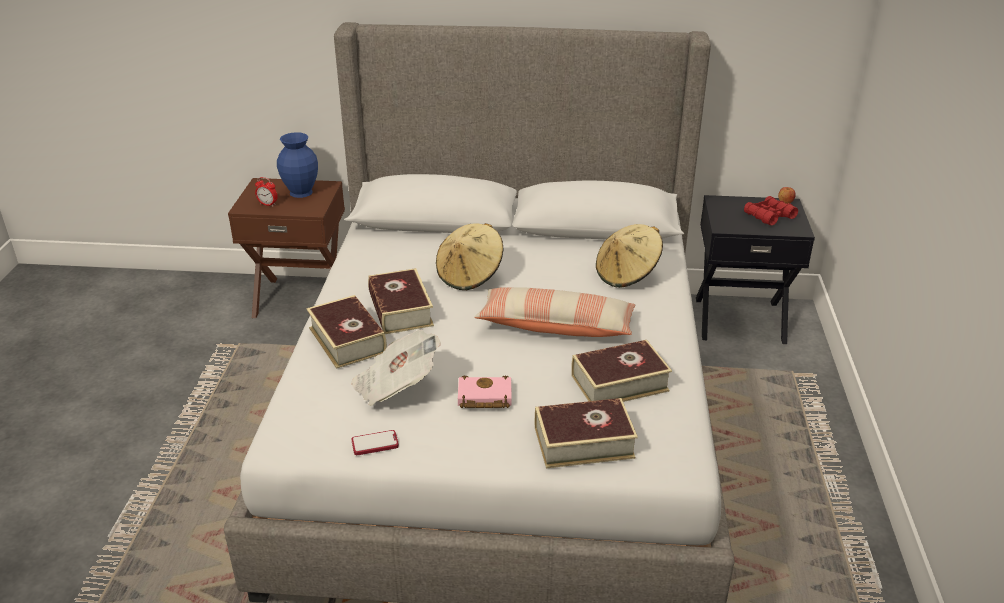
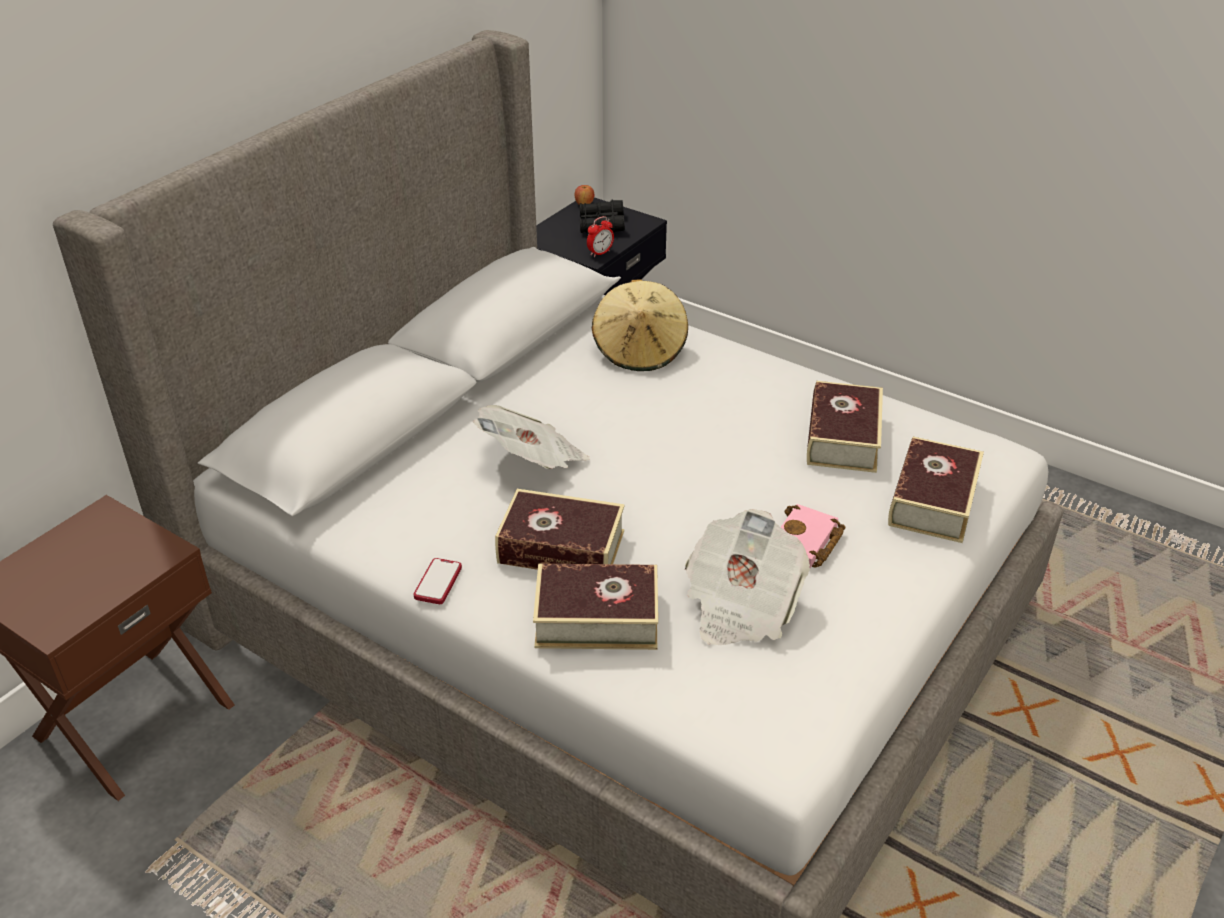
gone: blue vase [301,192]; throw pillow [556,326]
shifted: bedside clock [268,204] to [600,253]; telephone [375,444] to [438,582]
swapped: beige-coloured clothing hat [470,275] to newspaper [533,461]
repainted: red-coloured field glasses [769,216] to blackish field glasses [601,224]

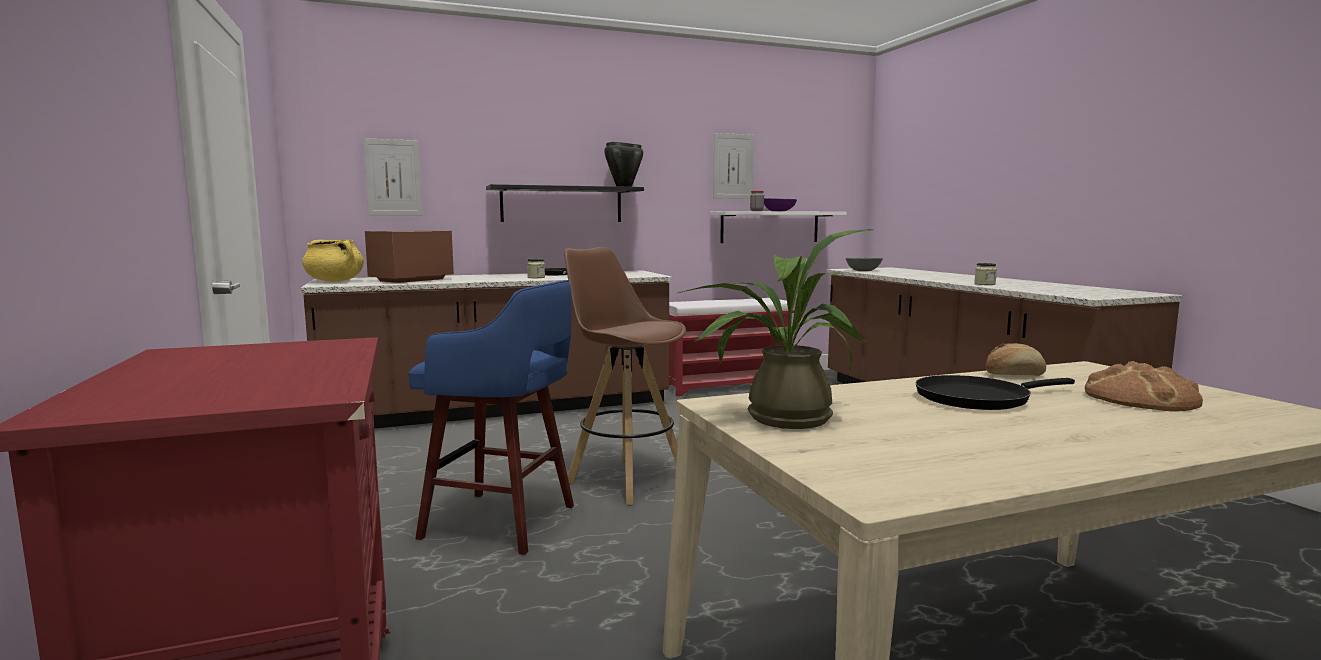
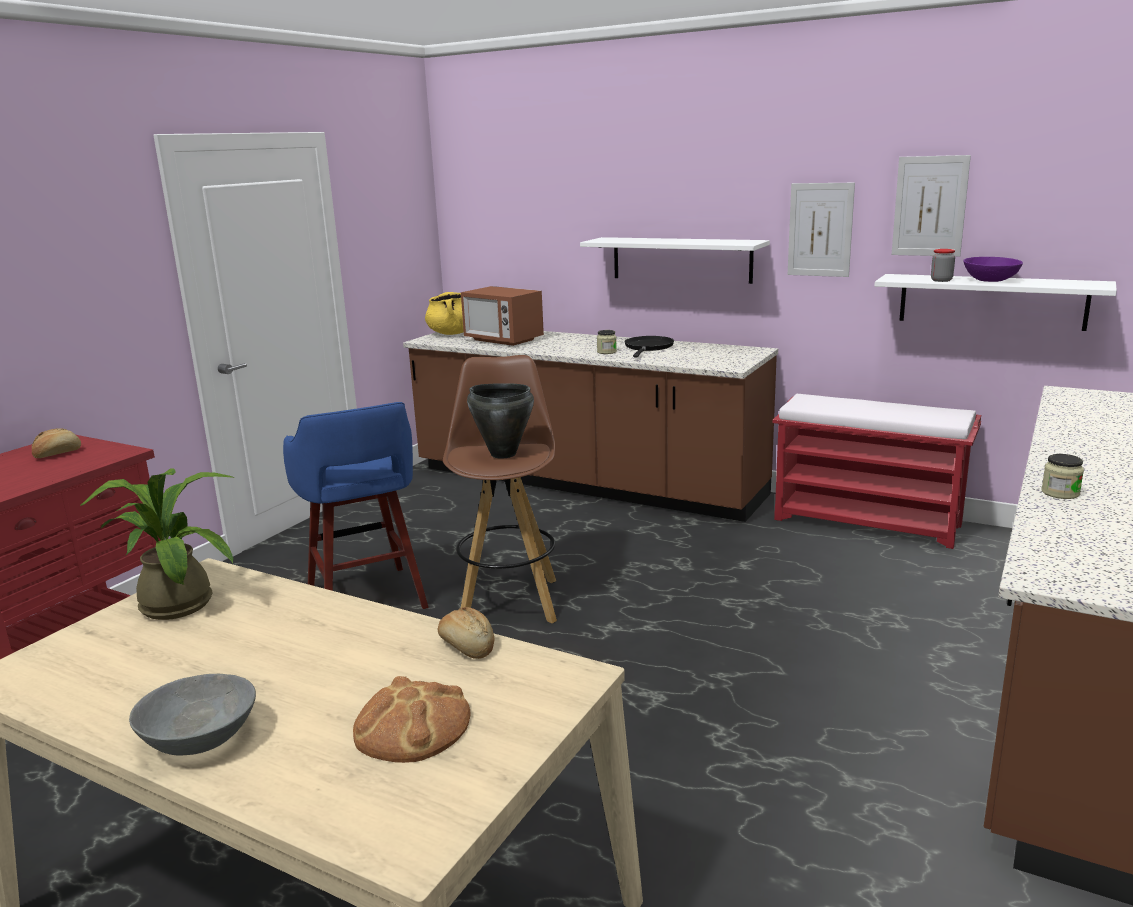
gone: blackish pan [977,398]
new: baked bread [57,454]
shifted: wall picture [393,177] to [820,230]; blackish saucepot [623,187] to [503,454]; grey deep dish [863,271] to [199,740]
repainted: blackish shelf [562,204] to white shelf [681,259]
rotated: microwave [411,280] = [503,340] 135 degrees counterclockwise

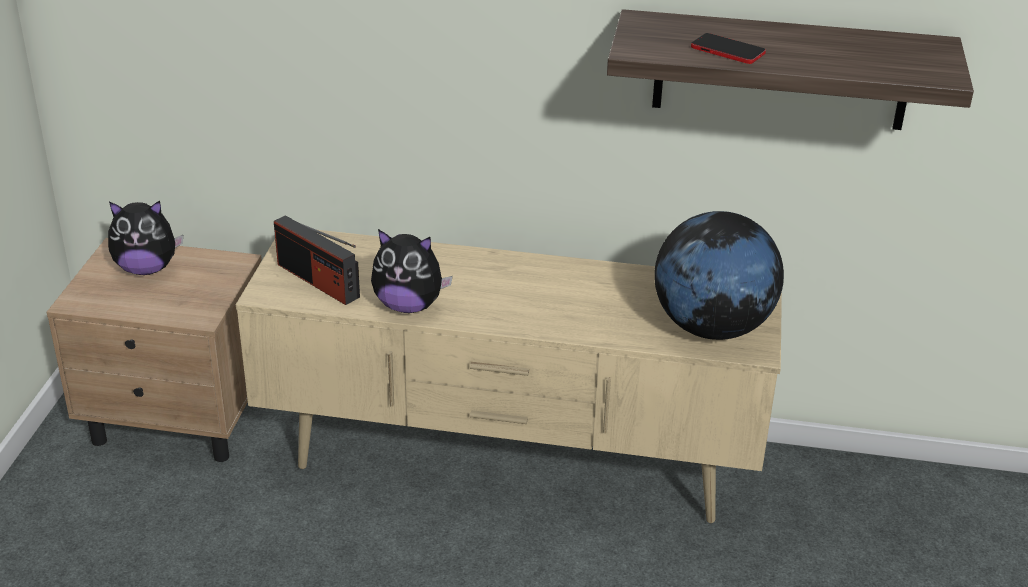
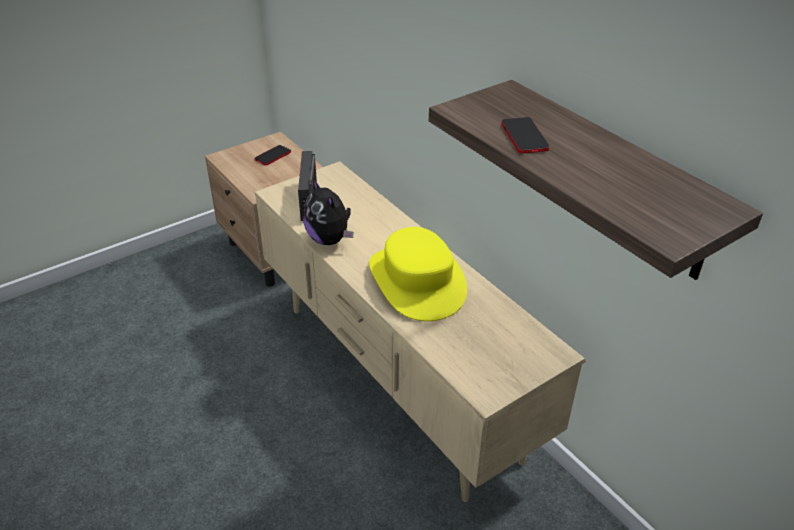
gone: world globe [711,327]
new: yellowish clothing hat [417,281]
swapped: plush toy [147,269] to telephone [273,156]

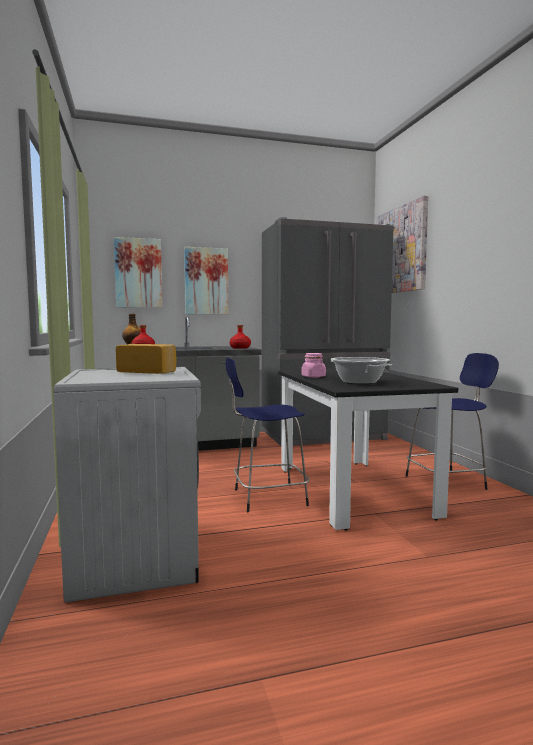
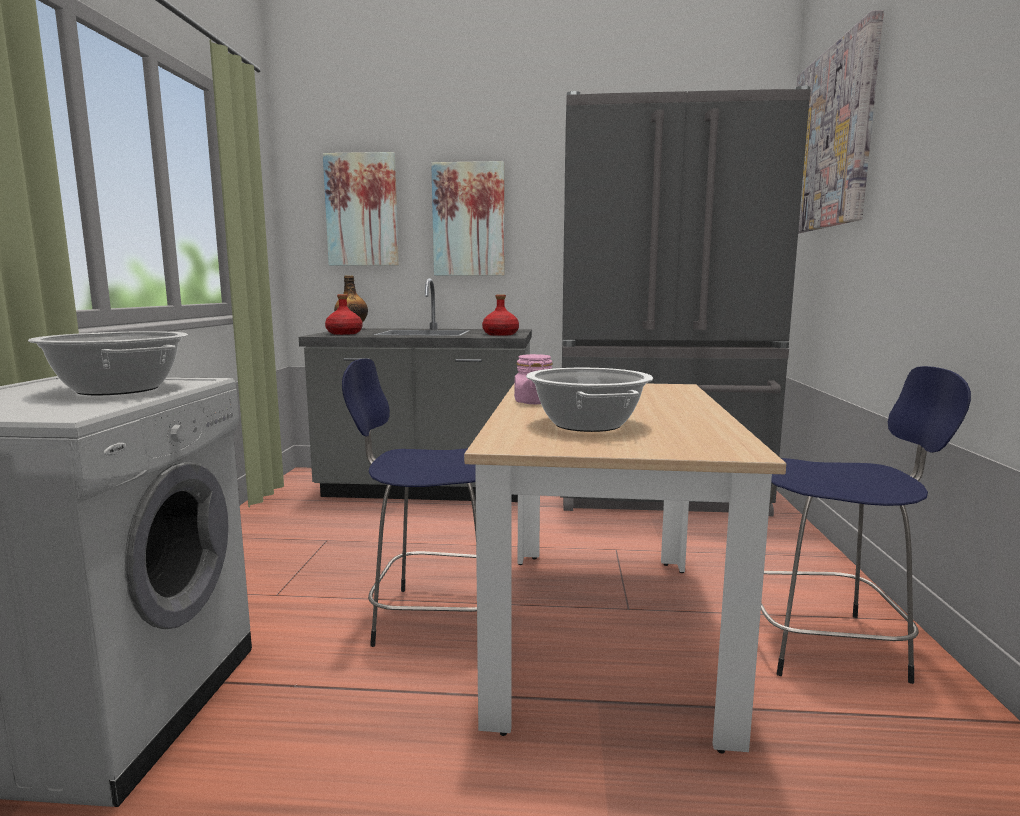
swapped: baked bread [148,371] to saucepot [119,389]
repainted: blackish dinner table [352,490] to beige-coloured dinner table [603,629]

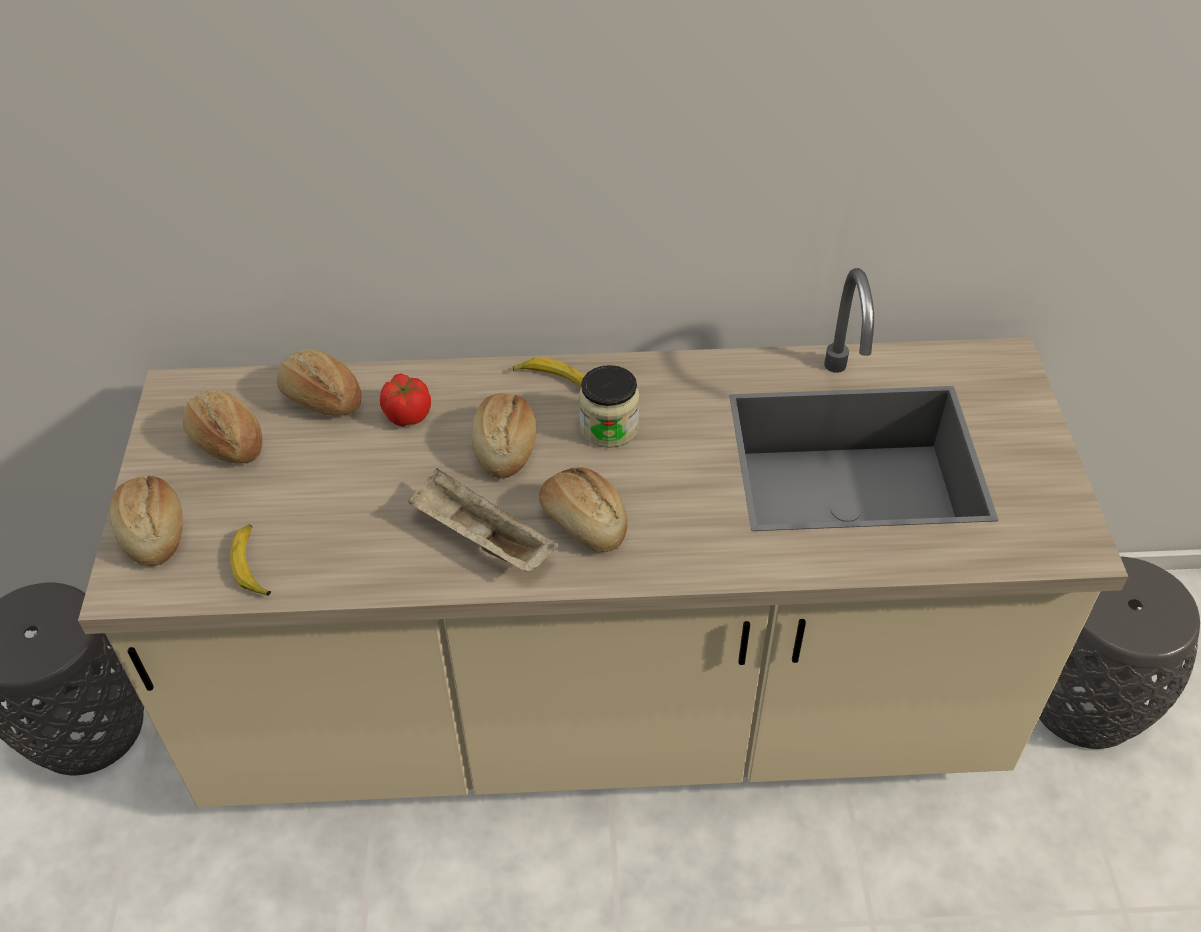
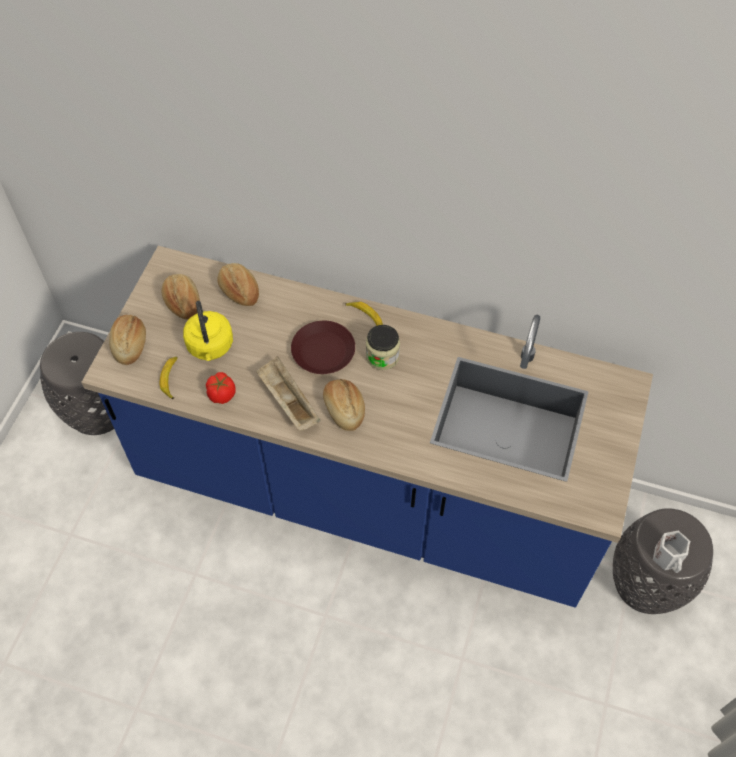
new: yellowish water kettle [210,347]; white tea mug [668,558]
shifted: fresh tomato [407,414] to [222,394]
swapped: baked bread [506,446] to brown-coloured flat dish [323,351]
repainted: beige-coloured kitchen counter [603,709] to blue kitchen counter [368,491]

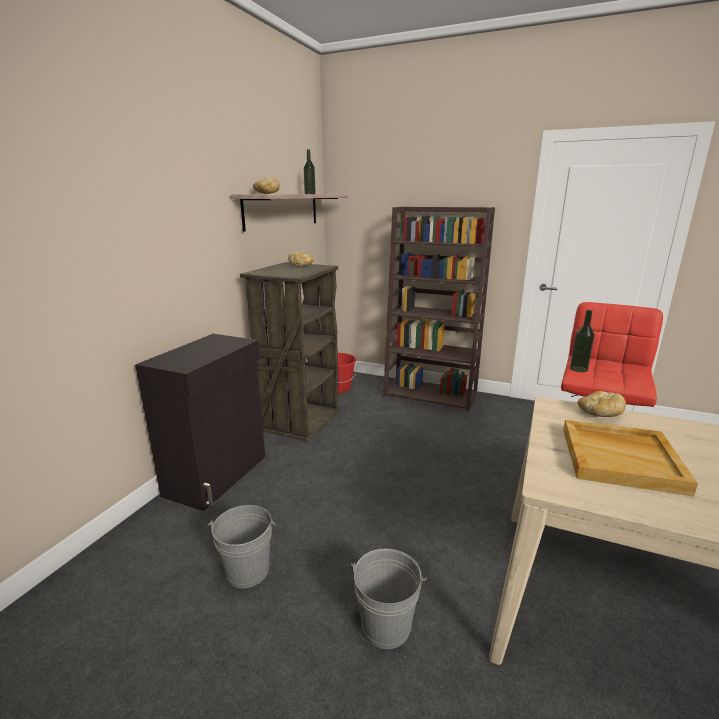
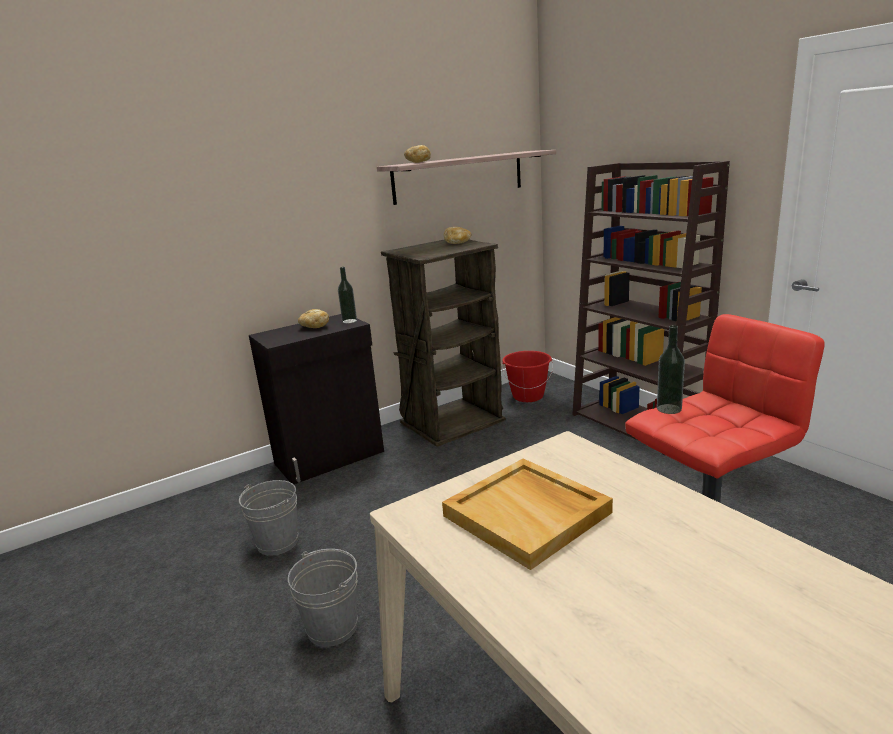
shifted: beverage bottle [310,194] to [349,321]; baked bread [600,414] to [314,327]

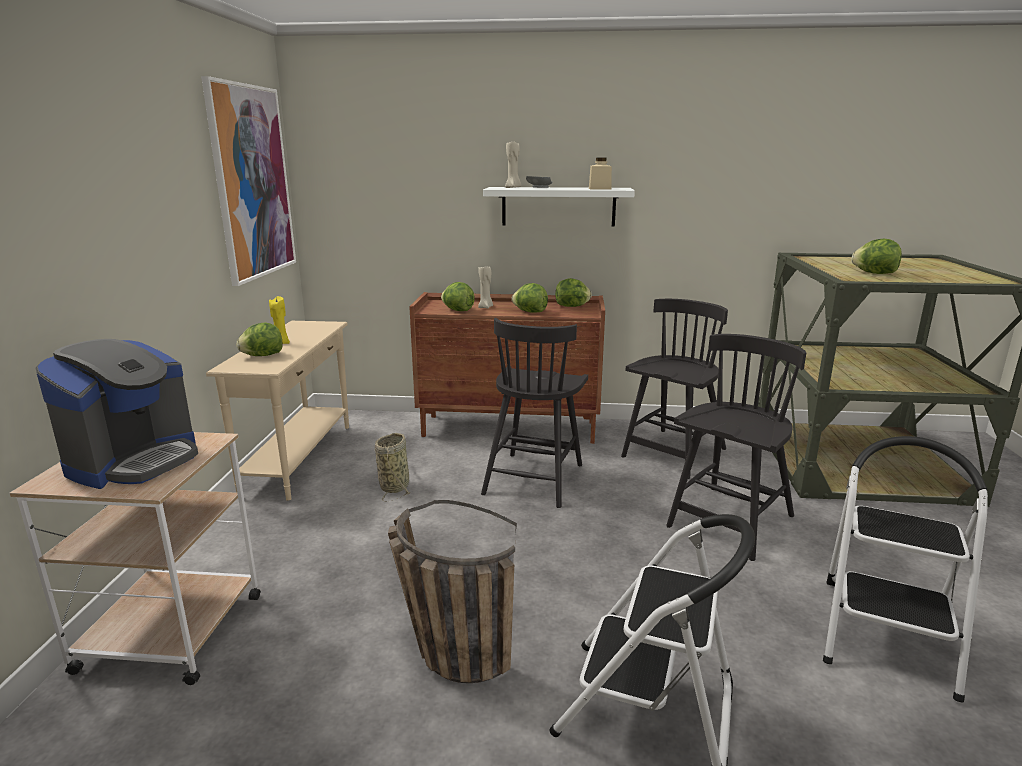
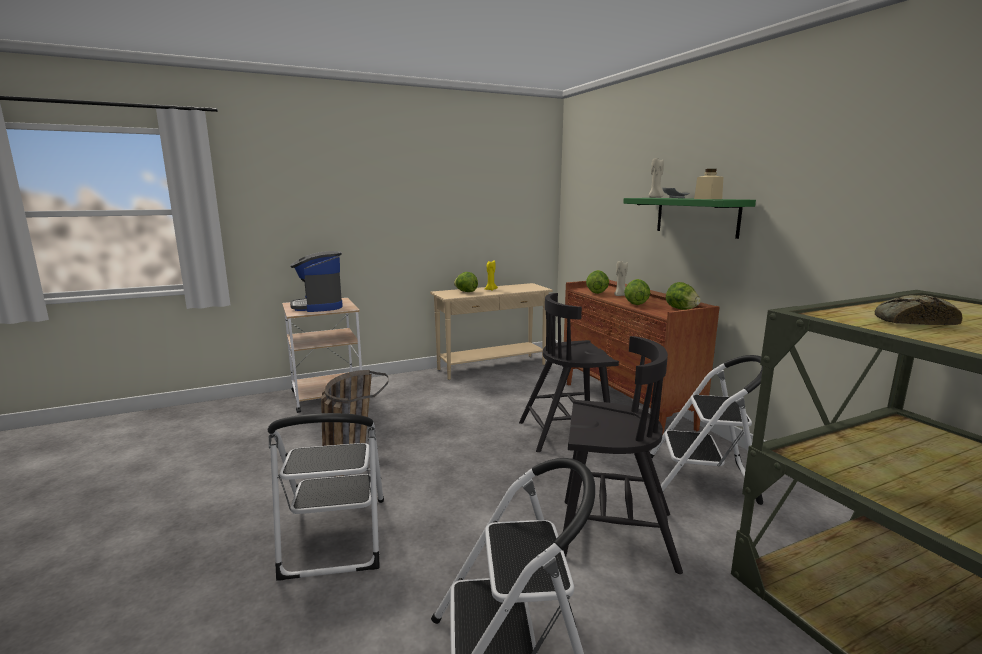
gone: wall picture [252,182]; storage basket [395,486]
swapped: blackish chair [673,453] to step ladder [705,479]; head of lettuce [874,273] to baked bread [911,321]
repainted: white shelf [558,206] to green-coloured shelf [696,216]
rotated: coffee brewer [134,461] = [318,306] 75 degrees clockwise

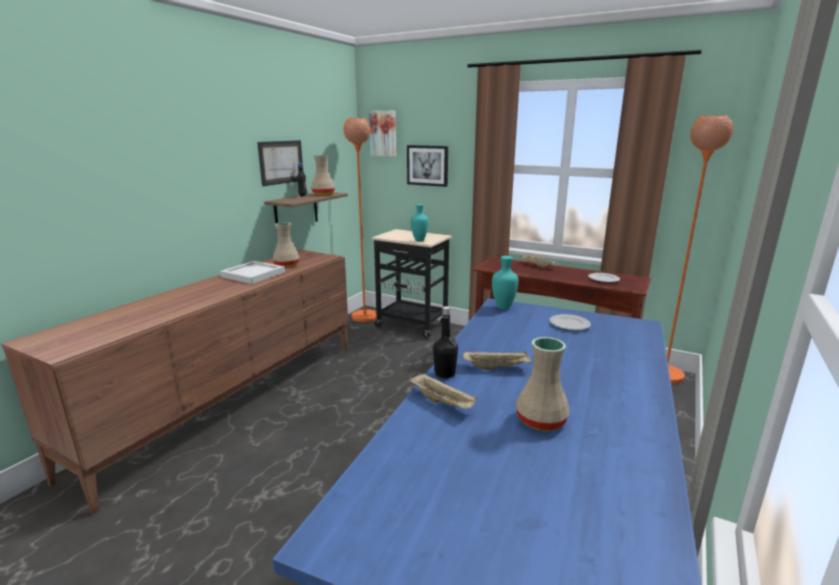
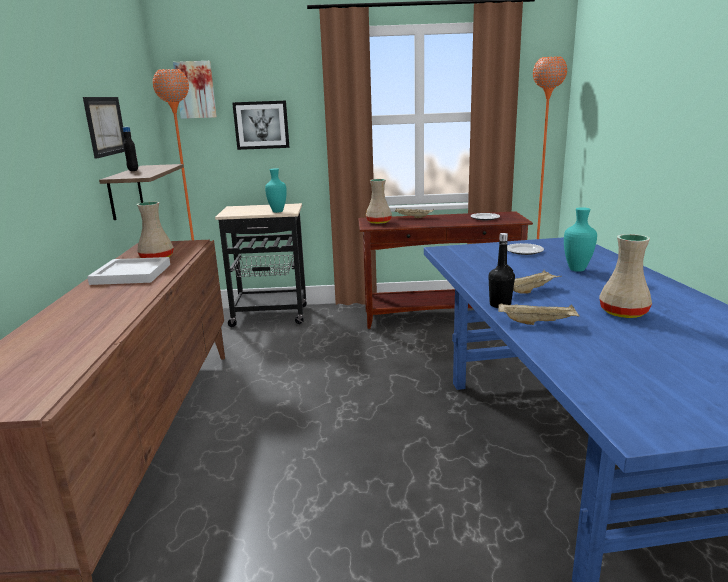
shifted: beige-coloured vase [323,194] to [378,222]; blue-green vase [502,307] to [575,269]

